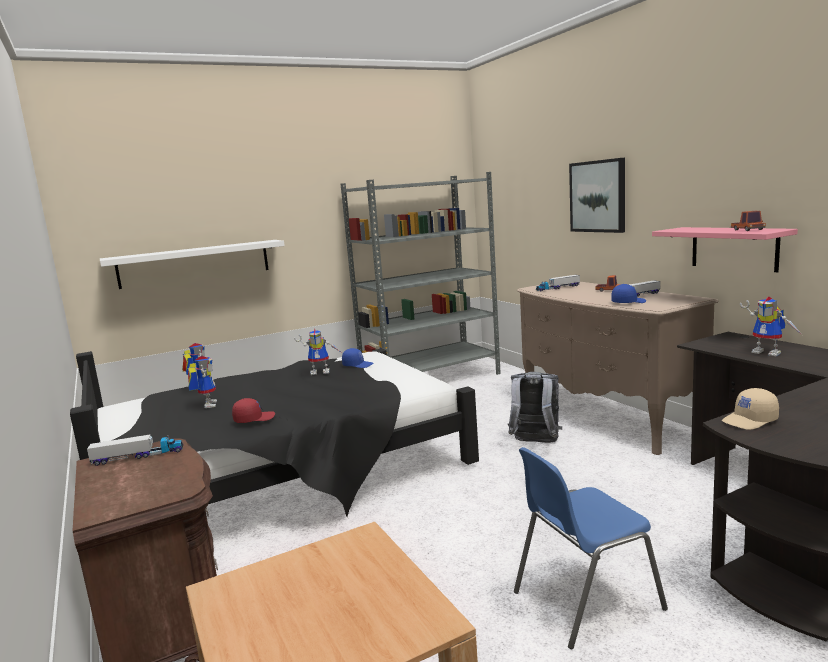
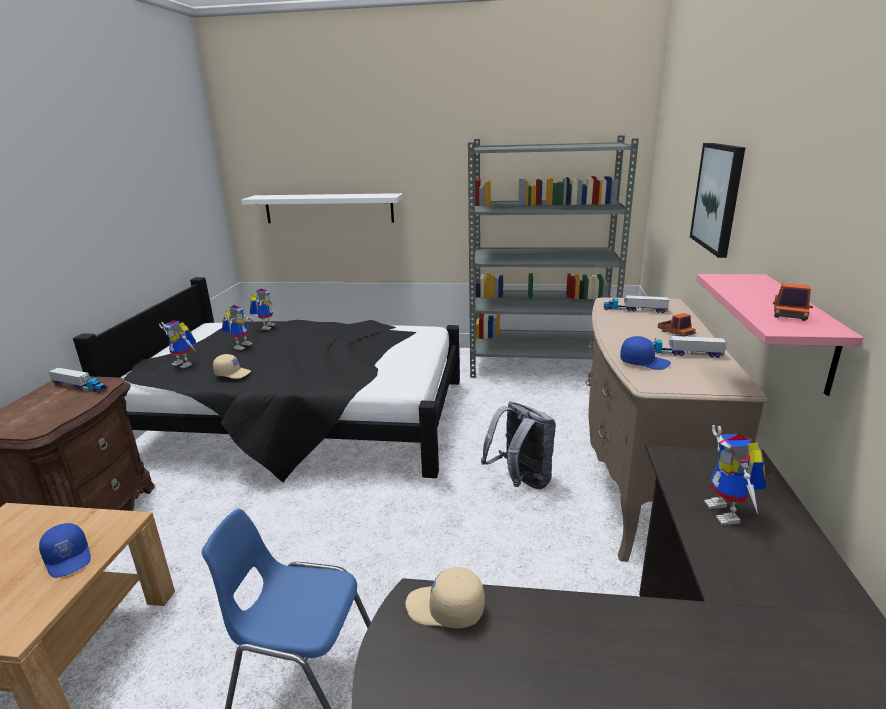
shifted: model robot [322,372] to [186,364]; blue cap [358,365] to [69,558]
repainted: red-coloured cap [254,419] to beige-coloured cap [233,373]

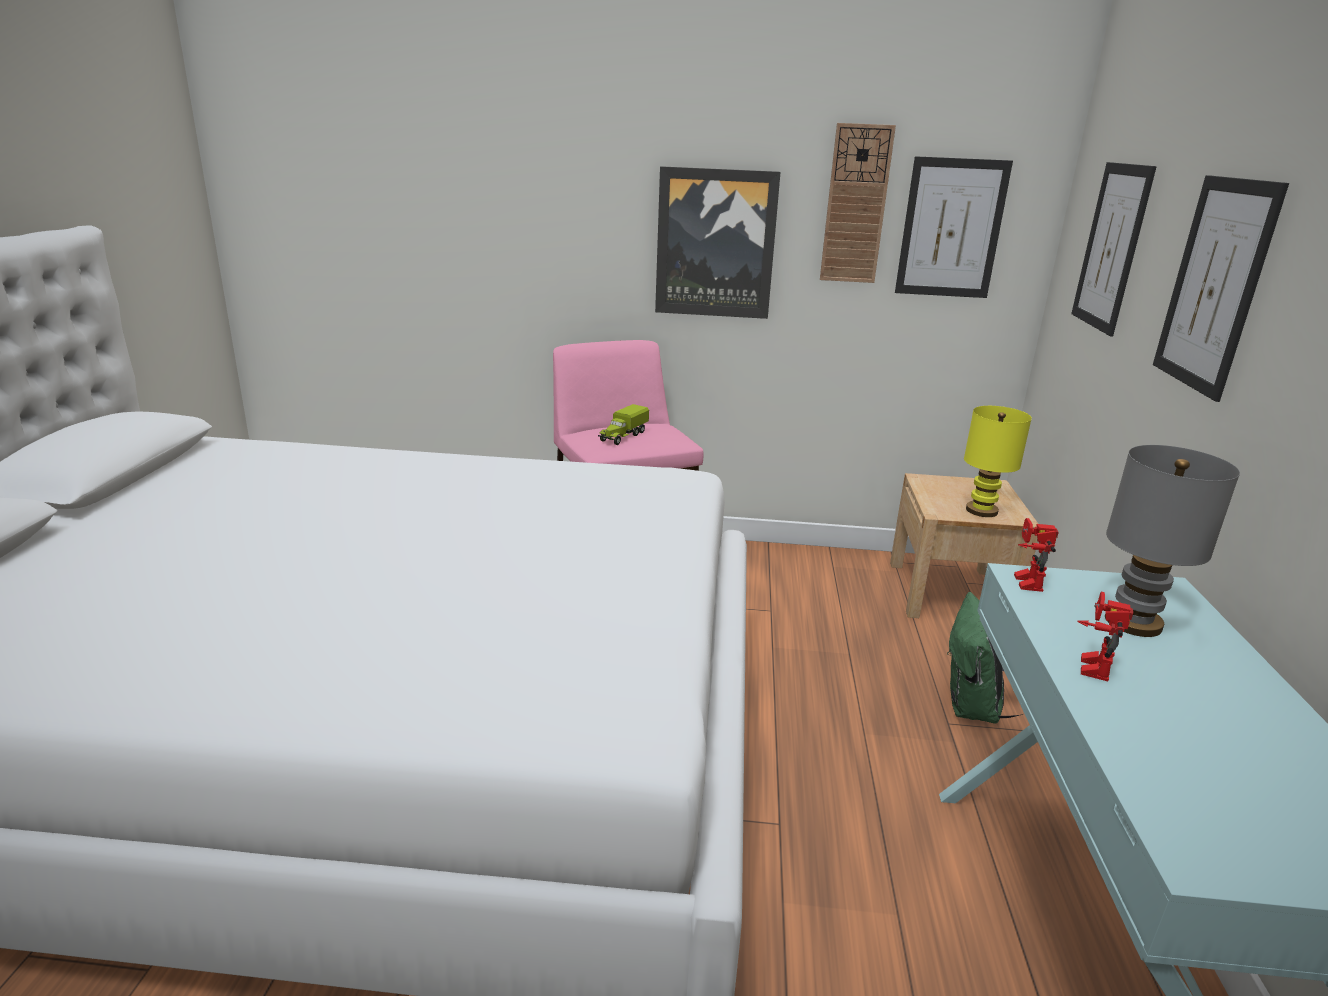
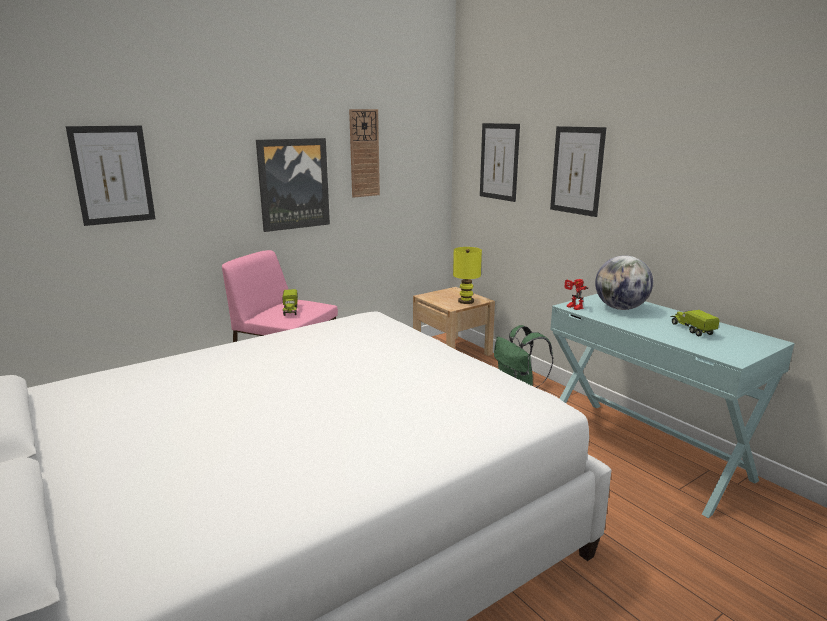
gone: model robot [1088,665]
new: toy lorry [691,329]
shifted: wall picture [951,228] to [112,175]
swapped: grey lamp for a table [1134,623] to world globe [620,308]

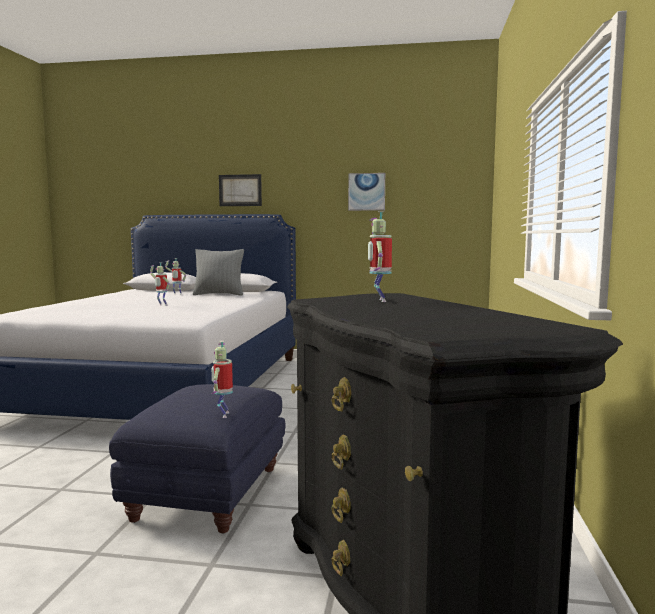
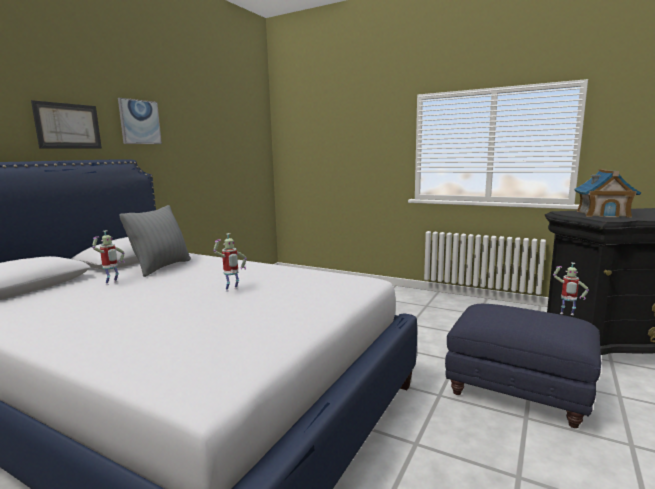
shifted: wall picture [366,192] to [139,122]
swapped: model robot [379,300] to miniature house [603,214]

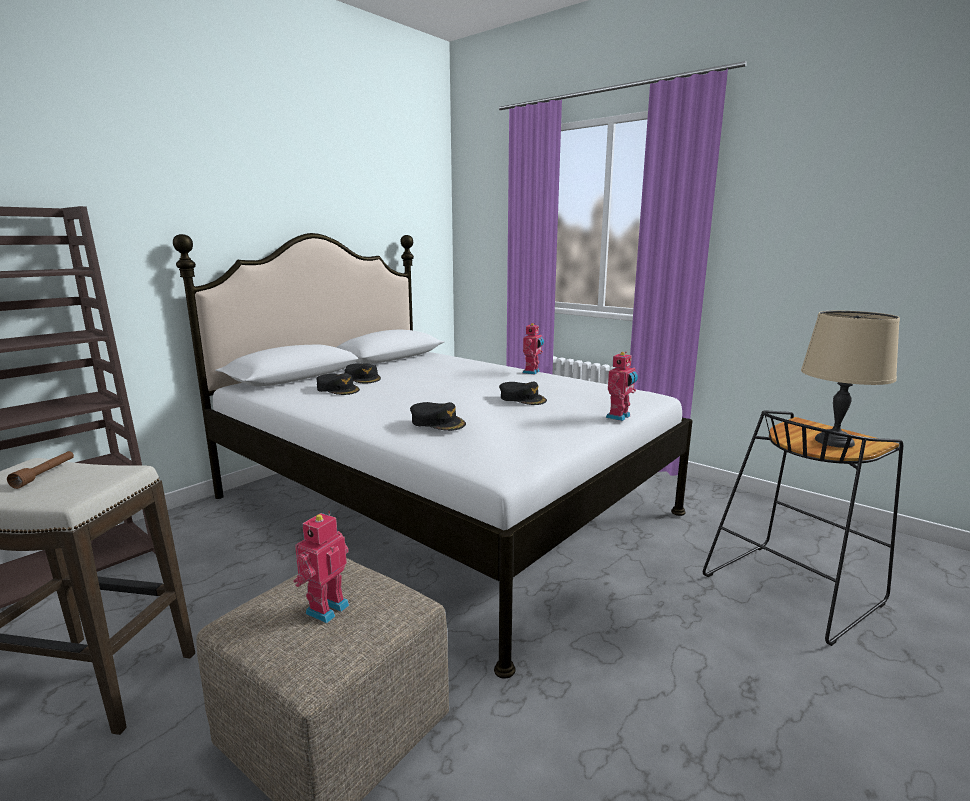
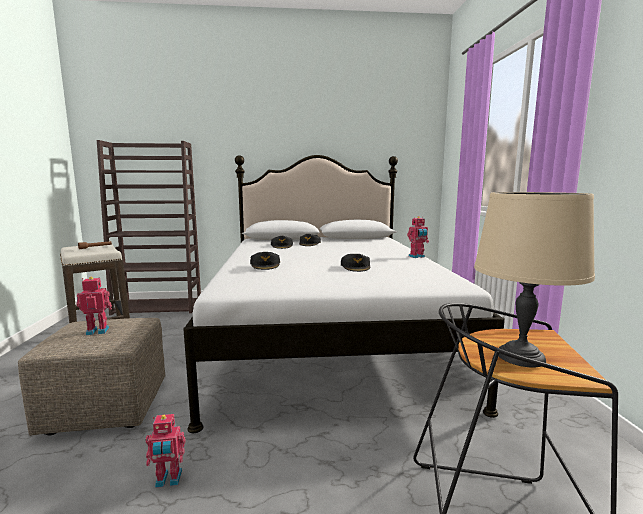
shifted: model robot [619,417] to [168,480]

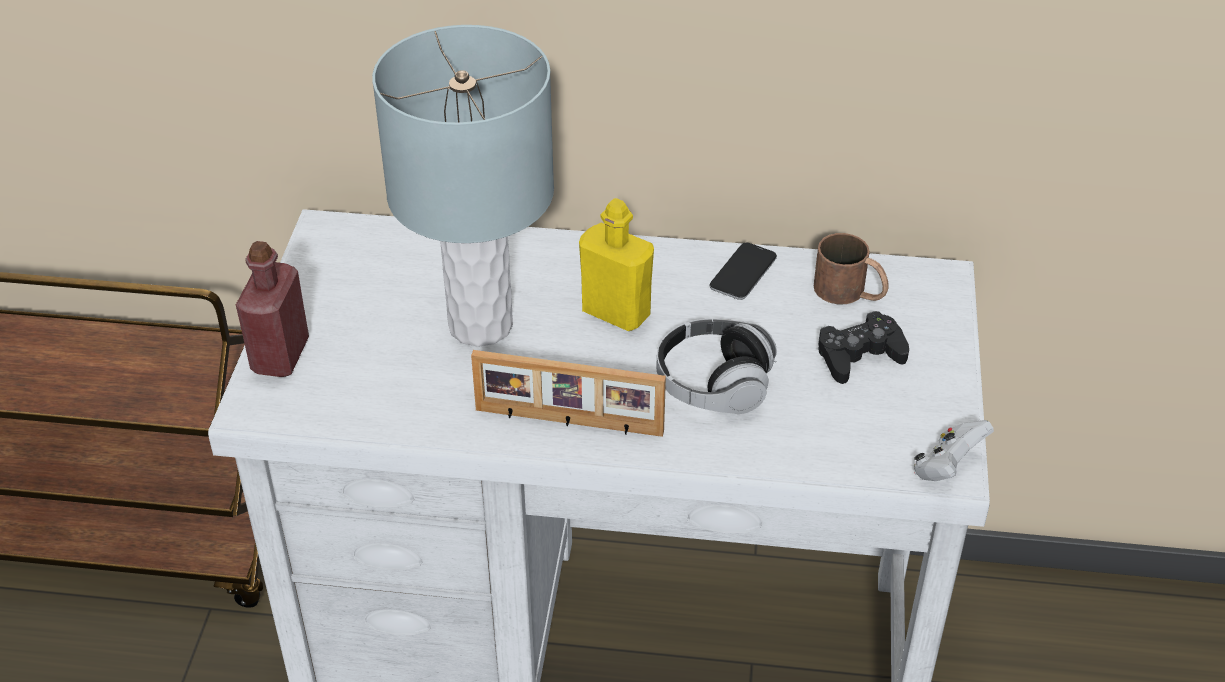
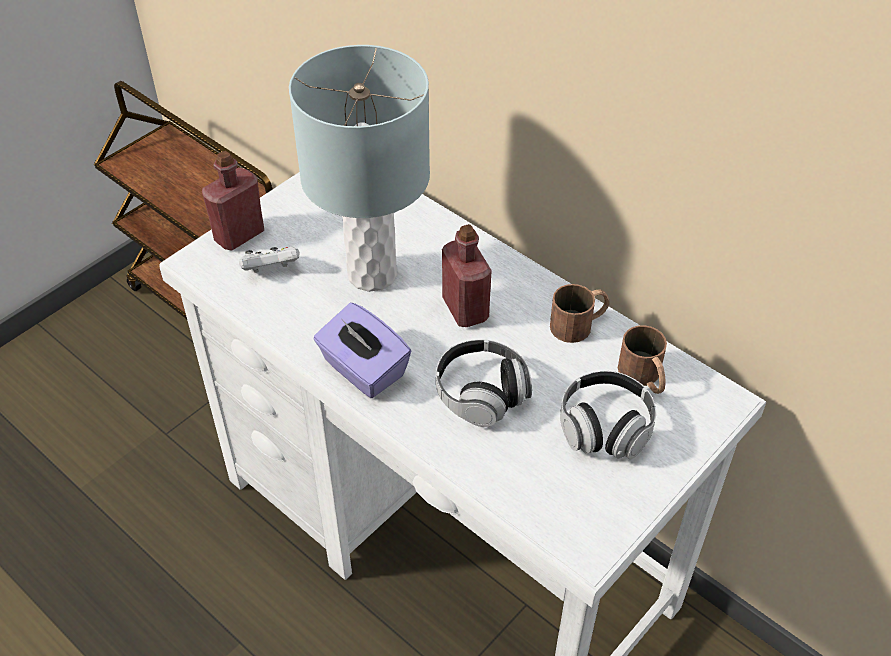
shifted: white gamepad [947,468] to [271,270]
swapped: picture frame [568,422] to purple-coloured tissue holder [363,370]; telephone [743,272] to brown-coloured tea mug [579,323]; blackish gamepad [859,355] to headphones [605,428]
repainted: yellowish beverage bottle [616,313] to red-coloured beverage bottle [465,309]

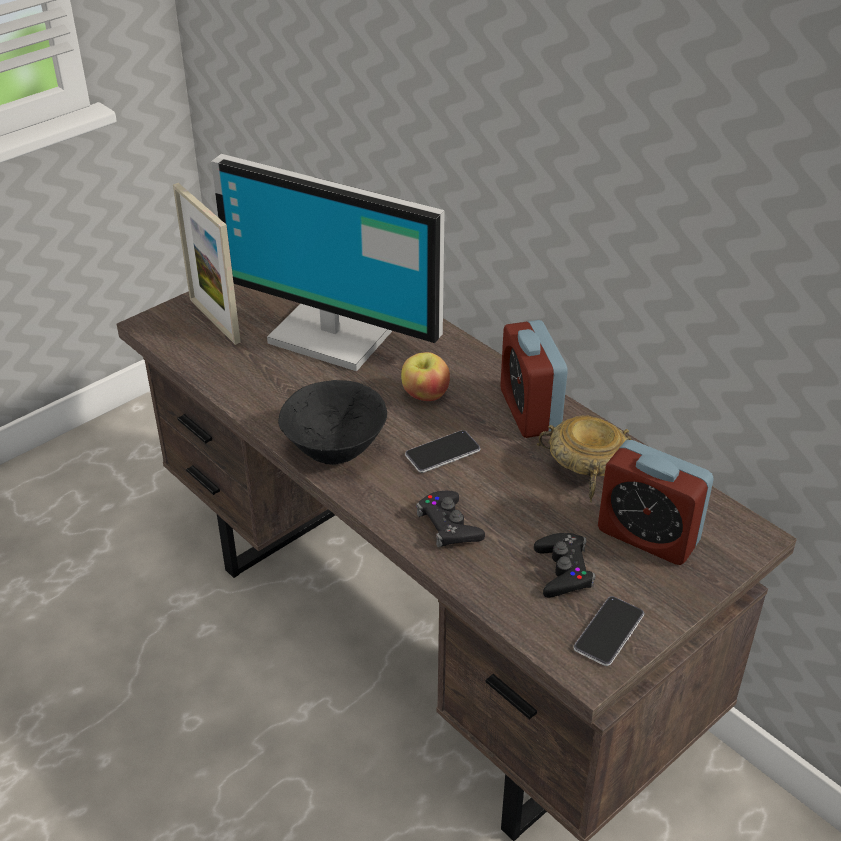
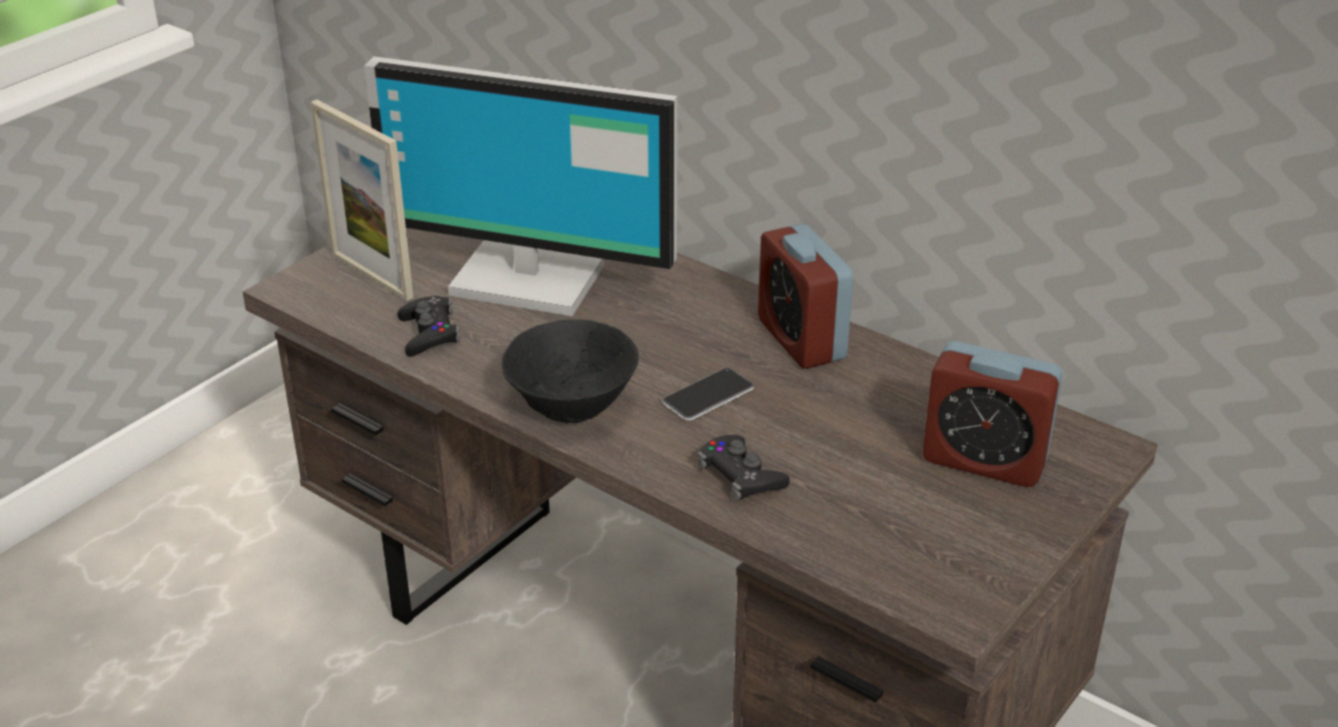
gone: whole apple [425,395]; beige-coloured deep dish [585,468]; telephone [609,632]
shifted: blackish gamepad [563,571] to [429,333]

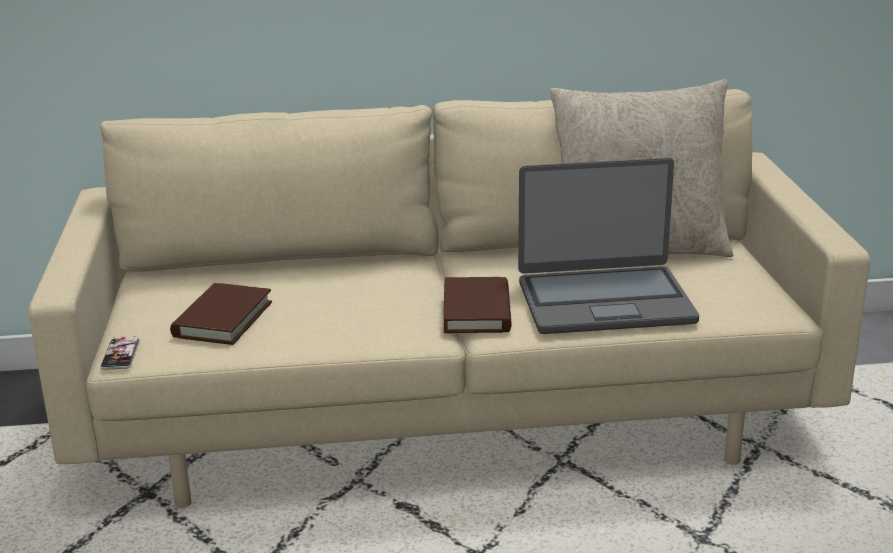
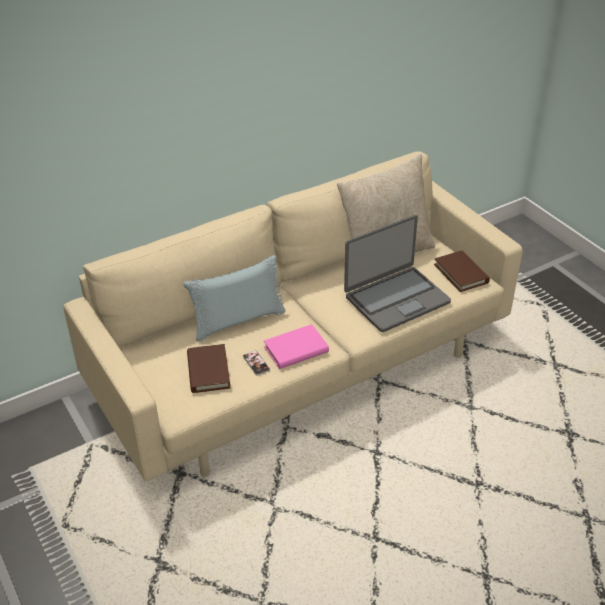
new: blue throw pillow [238,321]; pink-coloured bound book [296,350]
shifted: telephone [120,355] to [256,363]; brown-coloured bound book [477,311] to [461,273]

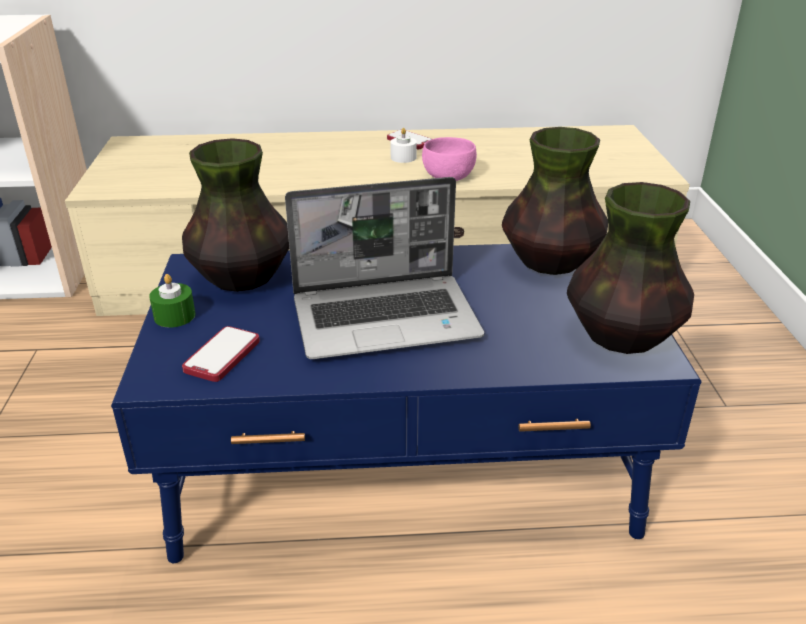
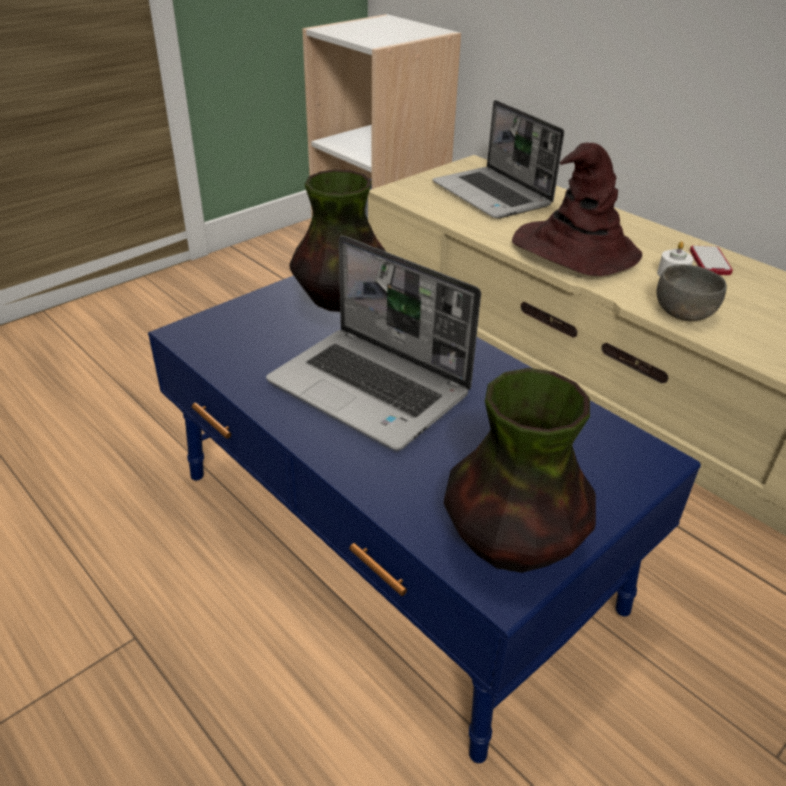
gone: green-coloured candle [174,316]; telephone [222,355]; vase [550,263]
new: notebook computer [493,195]; brown-coloured clothing hat [573,250]
repainted: pink-coloured deep dish [447,176] to grey deep dish [683,312]

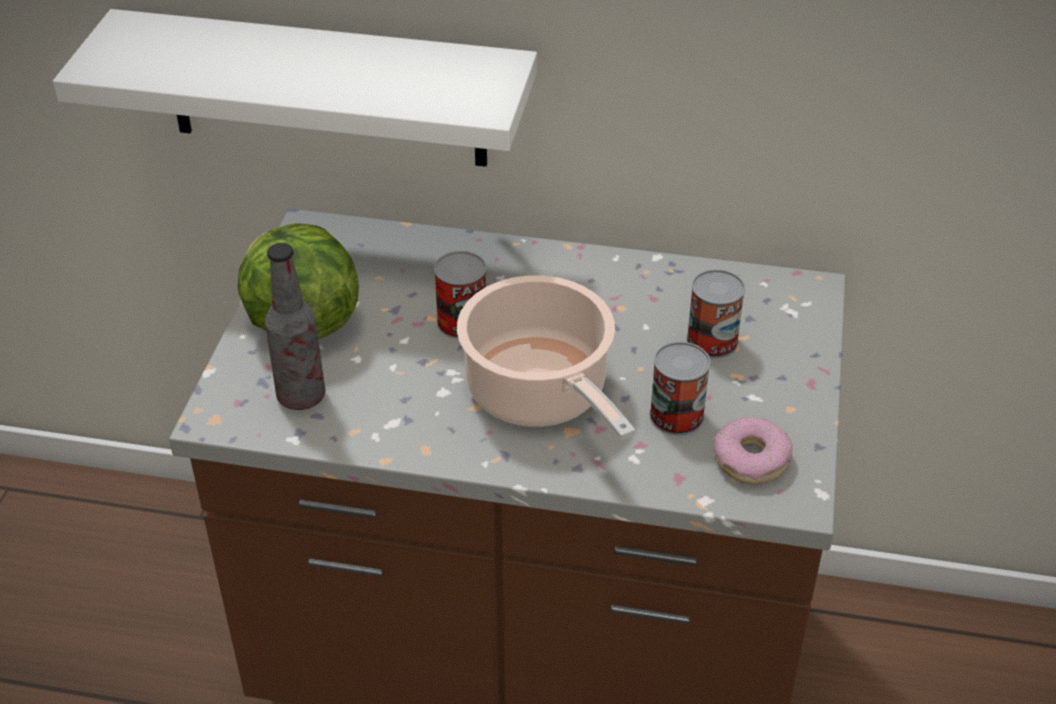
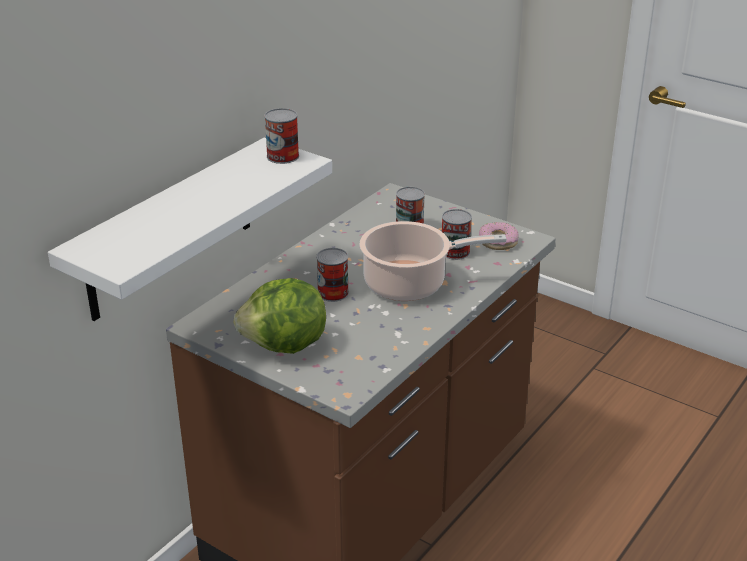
gone: beverage bottle [301,396]
new: sealed can [282,156]

